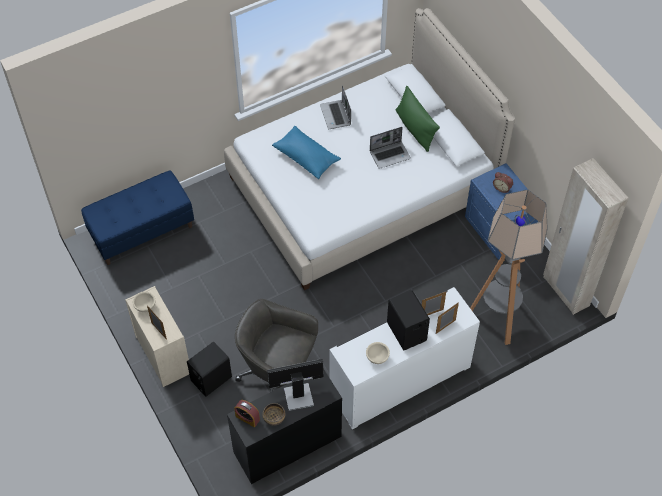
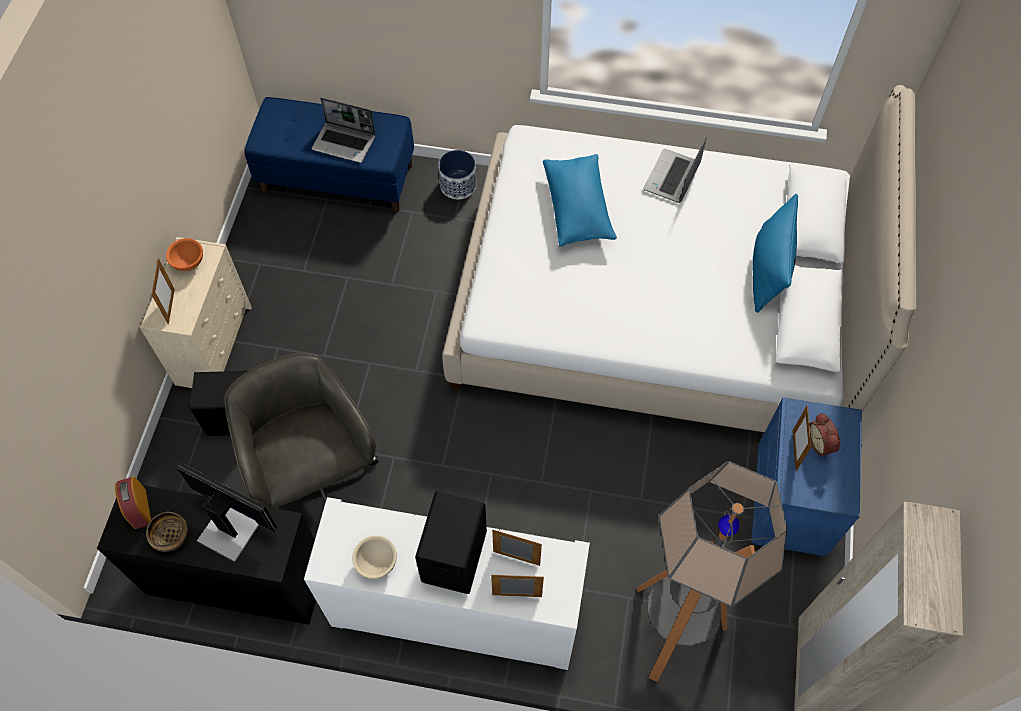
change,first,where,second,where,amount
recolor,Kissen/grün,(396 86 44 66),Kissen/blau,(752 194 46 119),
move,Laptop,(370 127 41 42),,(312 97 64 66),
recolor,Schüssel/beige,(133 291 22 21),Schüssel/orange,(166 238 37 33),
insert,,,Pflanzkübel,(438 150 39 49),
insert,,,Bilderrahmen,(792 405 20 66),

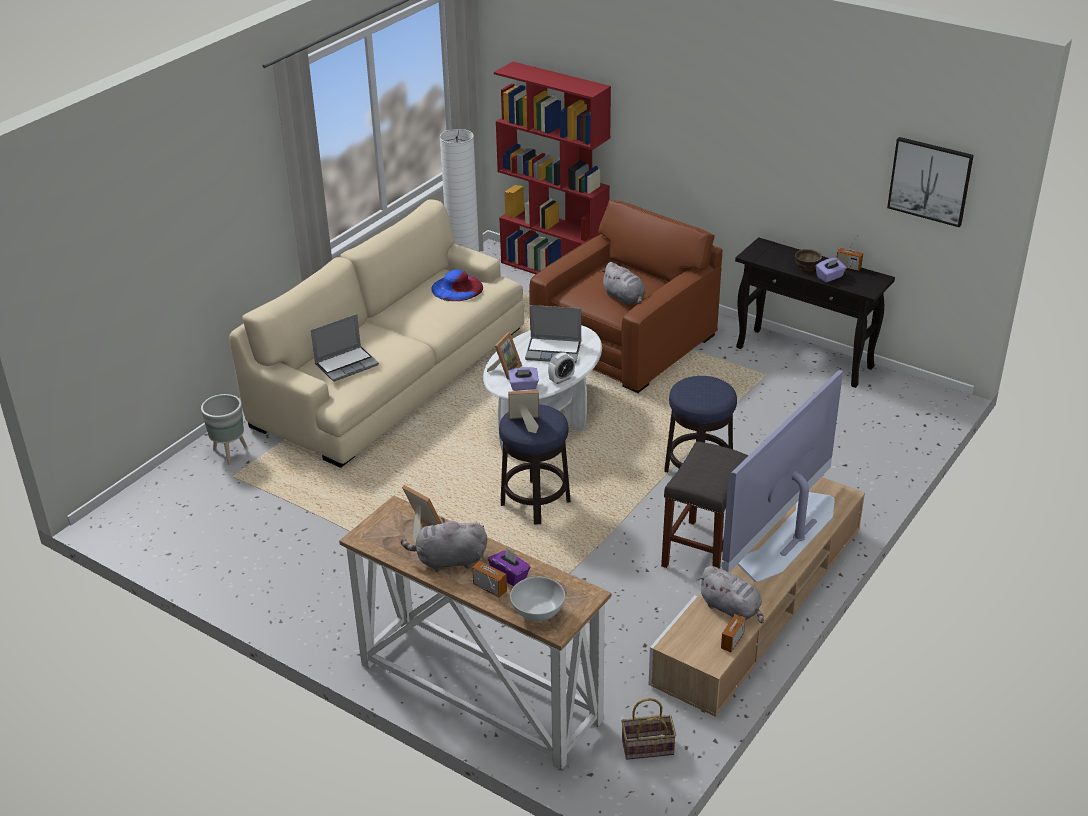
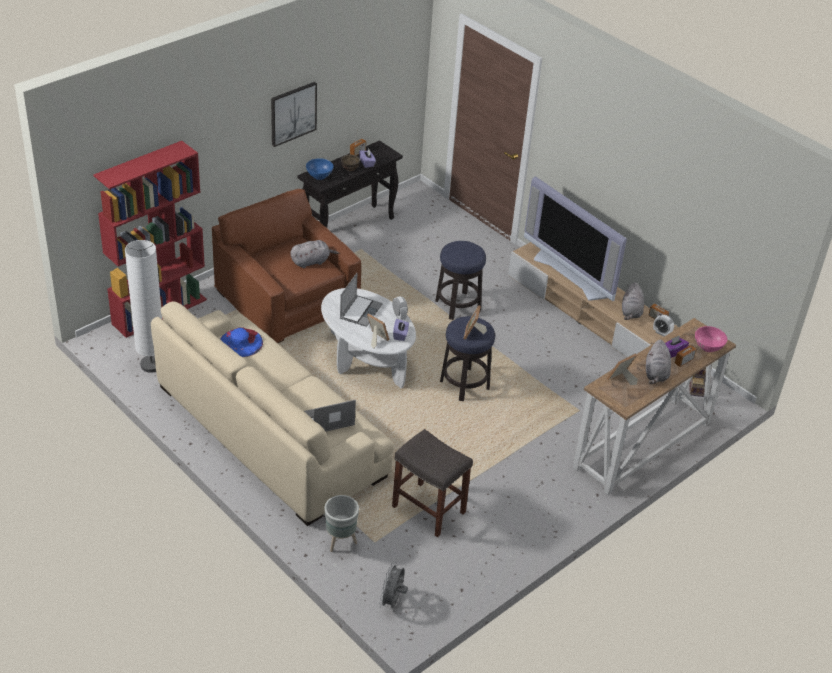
change,first,where,second,where,amount
move,Bild,(887 137 87 90),,(271 82 46 65),
rotate,Laptop,(311 314 68 68),,(304 400 52 32),90 degrees counterclockwise
move,Hocker/grau,(661 441 88 128),,(392 429 81 108),
rotate,Plüschtier/grau,(698 566 66 57),,(622 282 22 38),135 degrees clockwise
recolor,Schüssel/weiß,(510 577 55 45),Schüssel/rosa,(695 326 32 26),
insert,,,Schüssel/blau,(306 158 28 22),
insert,,,Wecker,(653 315 21 22),
insert,,,Ventilator/grau,(379 562 29 46),

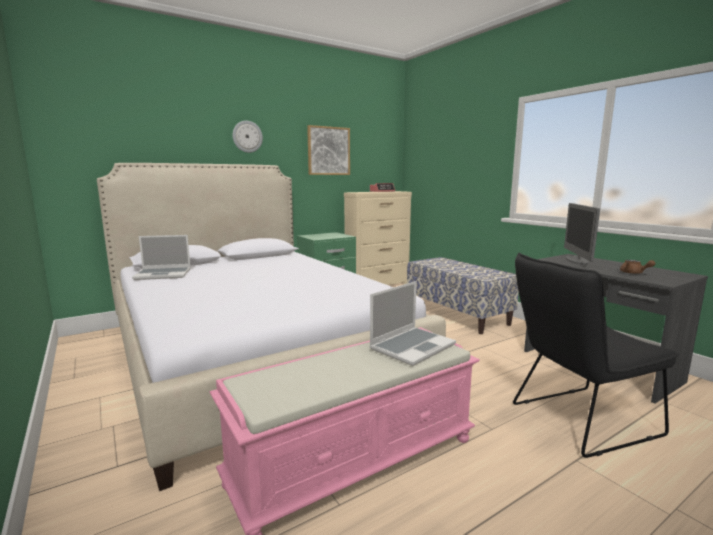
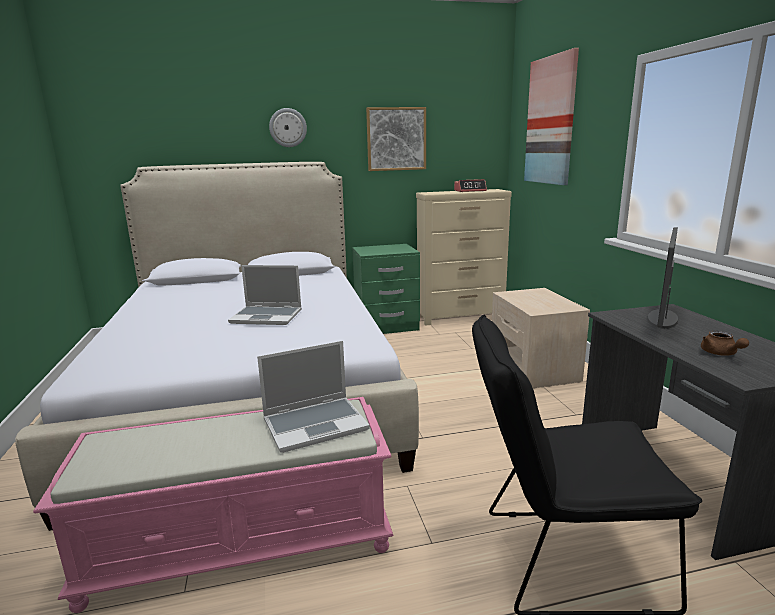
change,first,where,second,where,amount
move,Laptop,(132 235 59 45),,(228 265 74 60),
replace,Bank,(407 257 112 77),Nachttisch/beige,(492 288 98 100),
insert,,,Bild,(524 48 55 137),

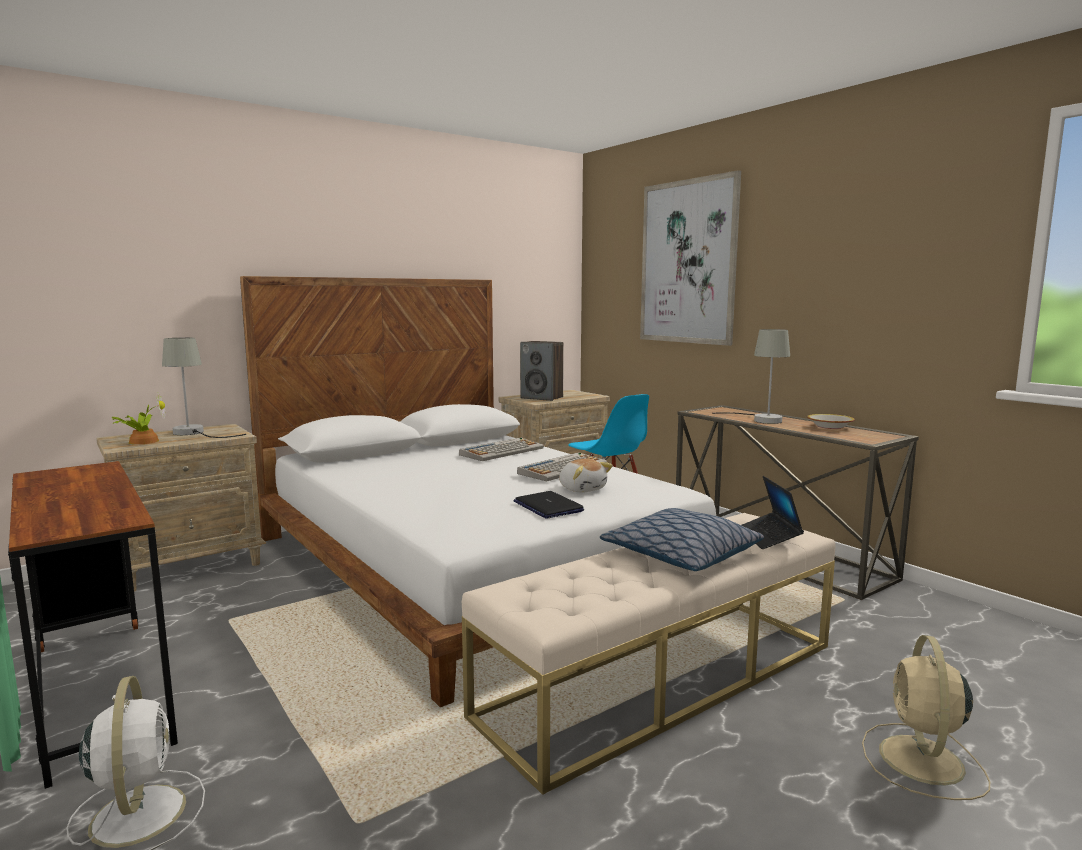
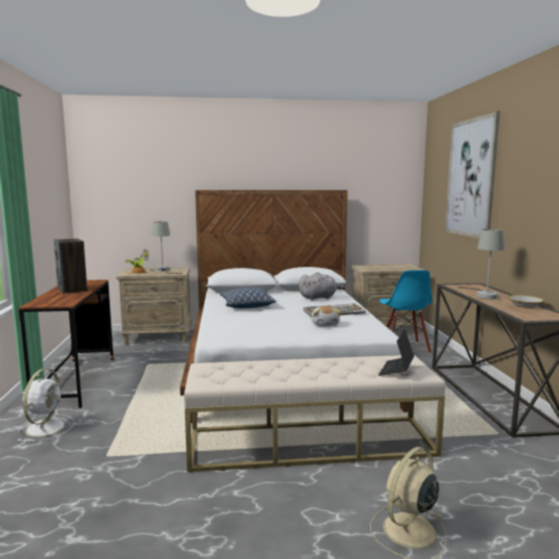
change,first,where,second,where,amount
move,Lautsprecher,(520 341 44 60),,(54 239 33 55),
replace,Tastatur,(459 437 85 24),Plüschtier/grau,(299 272 46 28),
delete,Laptop,(513 491 71 28),,,
move,Kissen,(600 508 164 63),,(220 287 56 21),

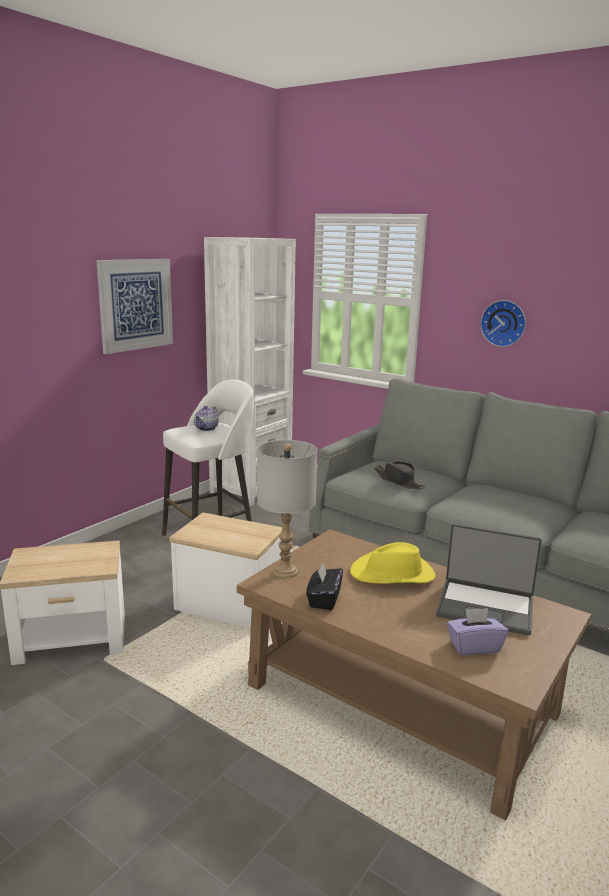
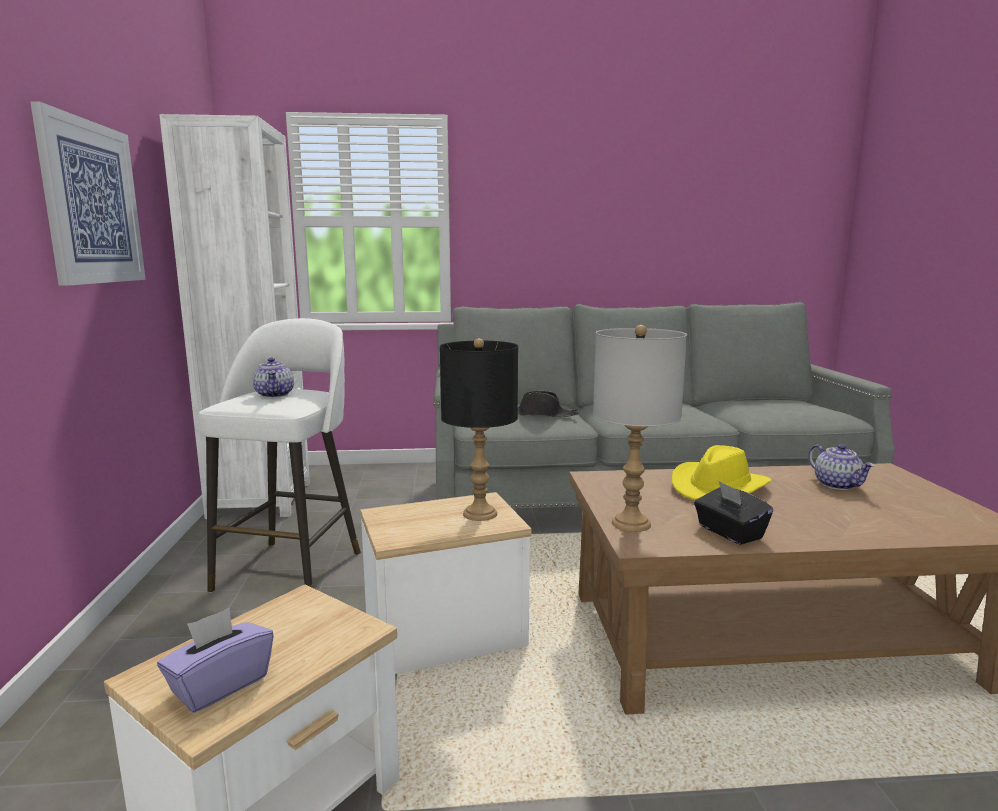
change,first,where,second,where,amount
delete,Wanduhr,(480 300 46 47),,,
replace,Laptop,(436 524 106 111),Teekanne,(808 444 67 46),
move,Taschentuchbox/lila,(447 608 61 47),,(157 608 117 105),
insert,,,Tischlampe/schwarz,(440 338 78 183),

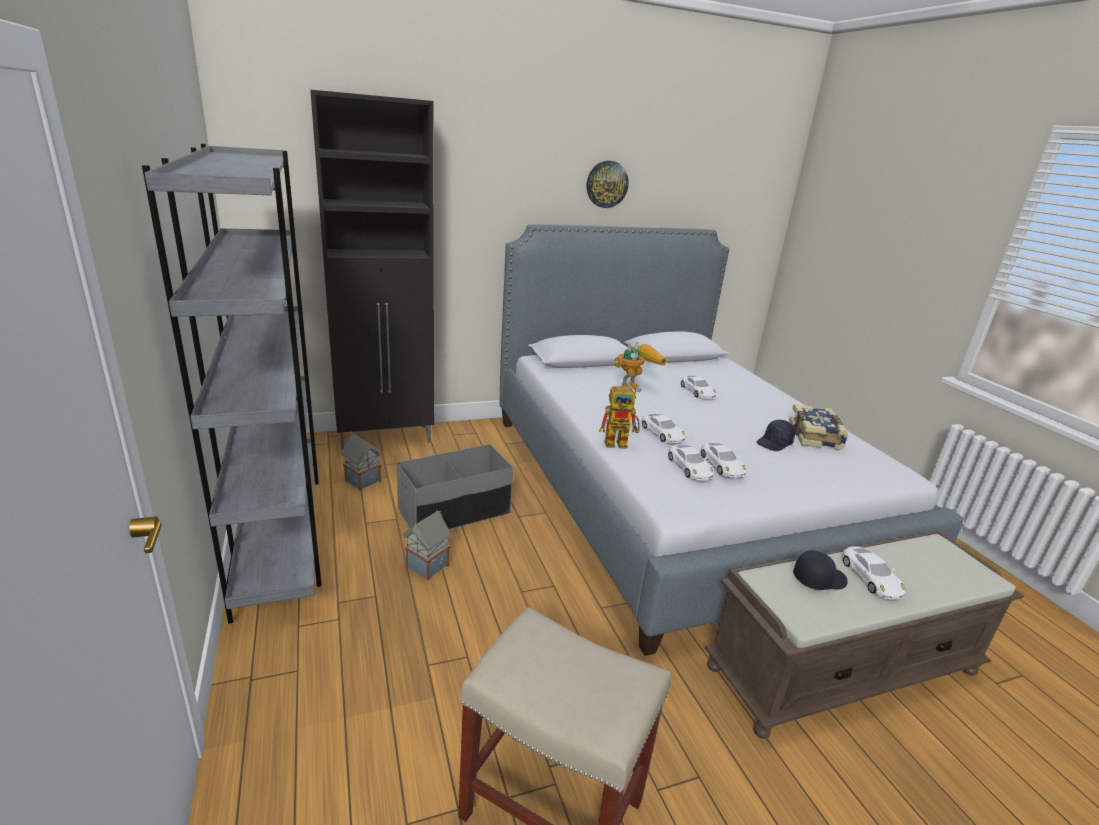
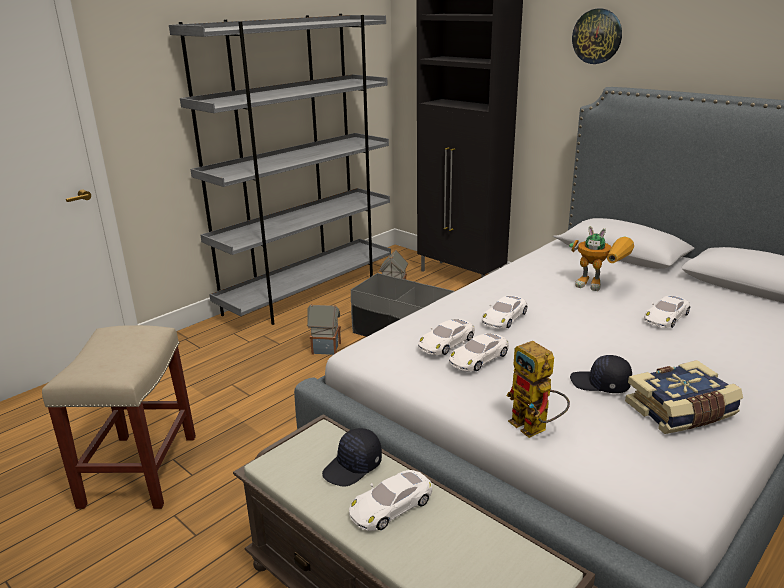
change,first,where,second,where,amount
move,Wanduhr,(587 161 42 47),,(572 9 50 55),
move,Spielzeugroboter,(599 386 41 63),,(506 341 64 97),
rotate,Kappe/schwarz,(793 550 54 40),,(322 428 60 59),90 degrees clockwise

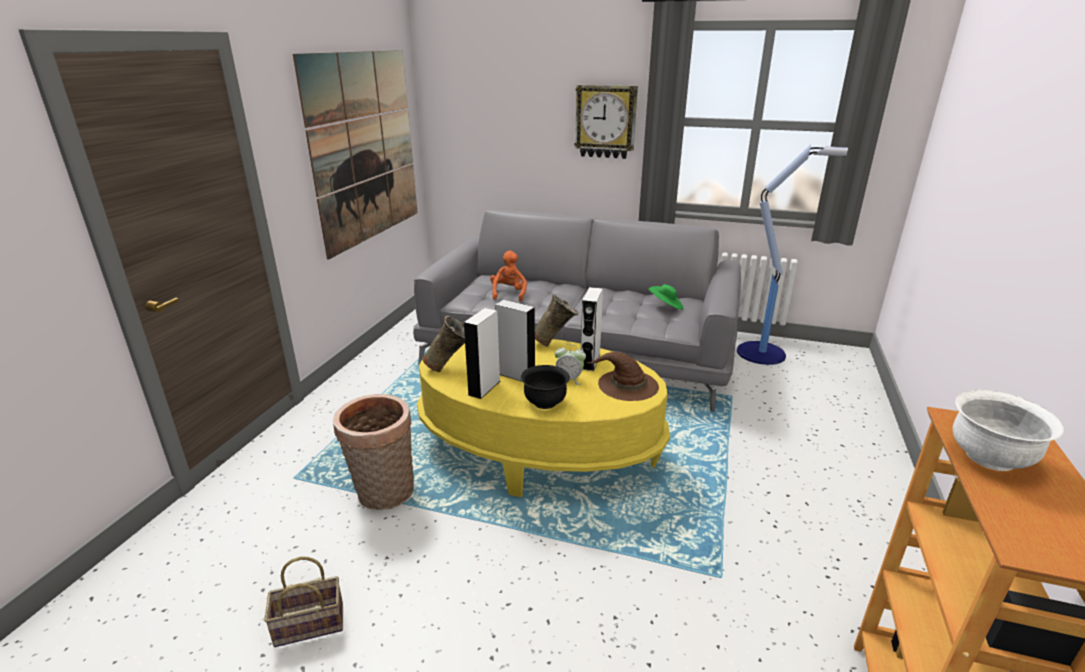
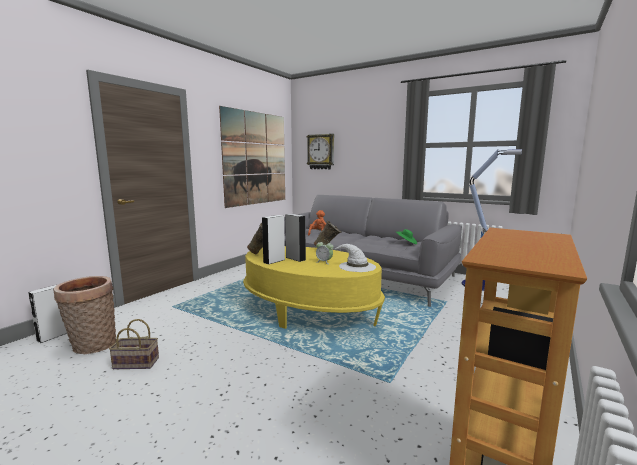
change,first,where,second,where,amount
move,Wanduhr,(574 85 64 74),,(307 134 27 35),
move,Lautsprecher/weiß,(581 287 22 84),,(28 285 39 58),
recolor,Hut/braun,(586 352 73 49),Hut/weiß,(333 244 43 28),
delete,Schüssel/schwarz,(521 365 49 44),,,
delete,Schüssel/weiß,(953 390 111 81),,,
move,Korb,(333 394 81 116),,(53 276 63 78),

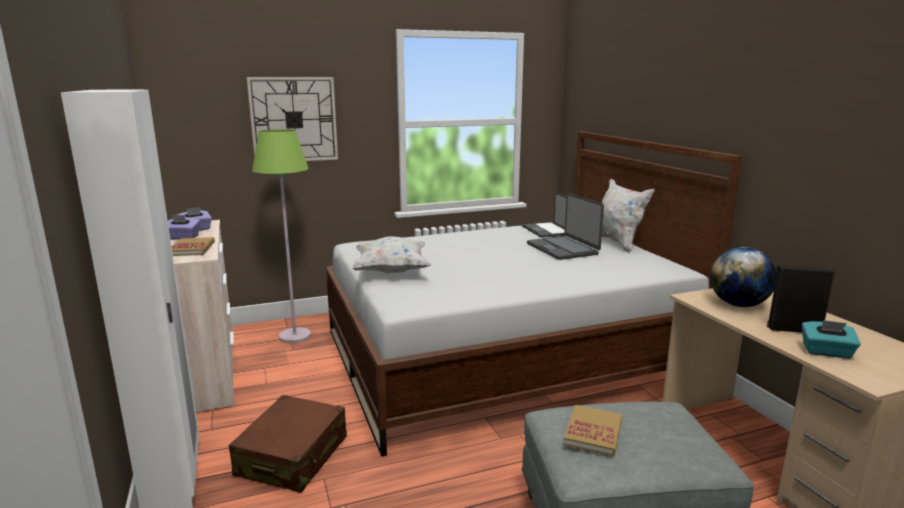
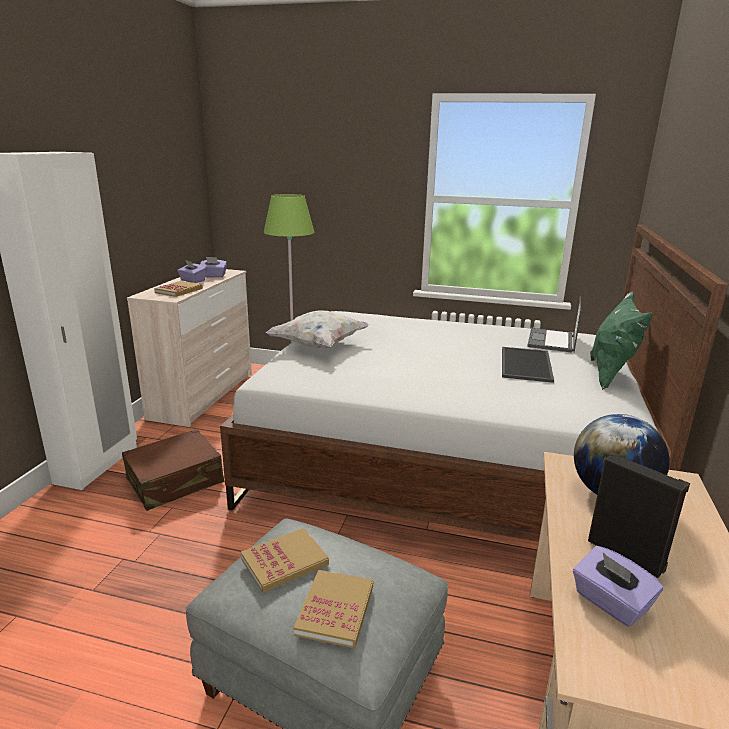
change,first,where,second,where,amount
delete,Wanduhr,(247 77 91 84),,,
recolor,Kissen/weiß,(602 179 53 74),Kissen/grün,(590 291 62 99),
replace,Laptop,(527 193 77 67),Tablett,(502 347 52 36),
recolor,Taschentuchbox/türkis,(802 320 59 39),Taschentuchbox/lila,(573 546 90 81),
insert,,,Buch,(293 570 80 78),

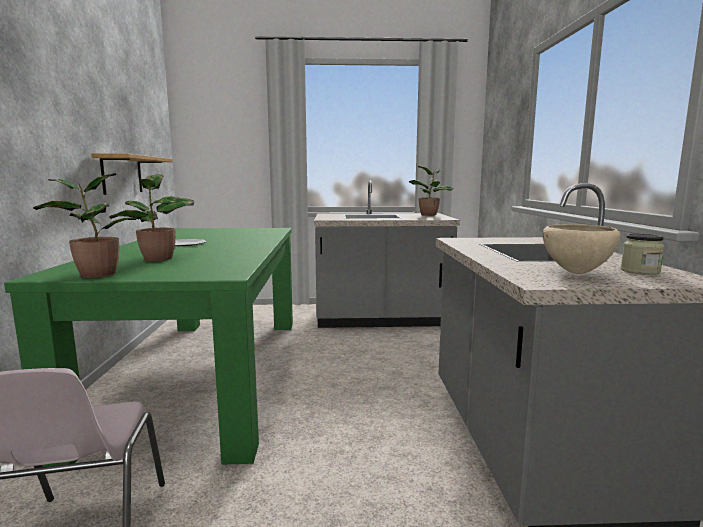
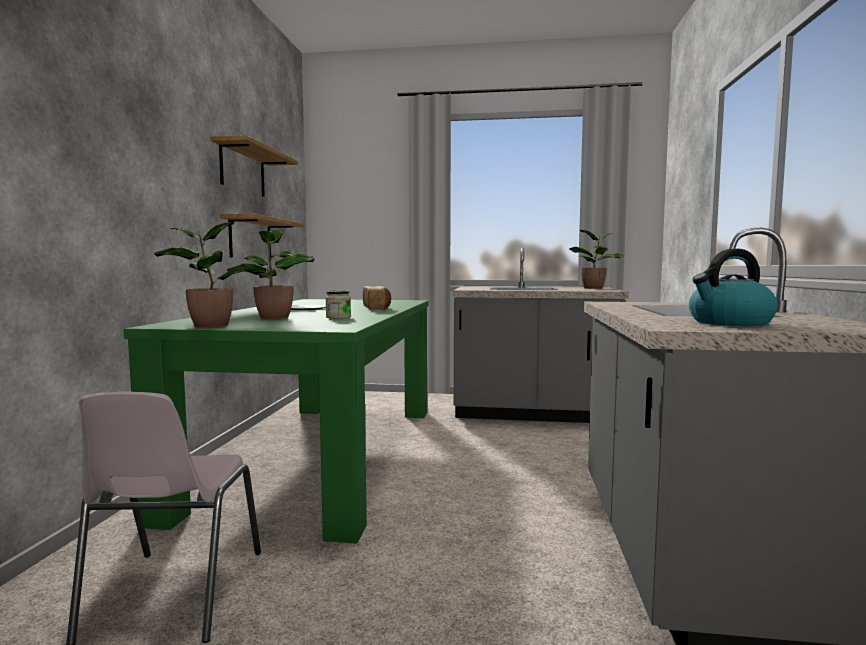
change,first,where,second,where,amount
replace,Schüssel/beige,(543 224 78 50),Wasserkessel,(689 249 89 77),
move,Vorratsglas,(621 234 44 41),,(326 290 25 29),
insert,,,Wandregal,(210 135 88 62),
insert,,,Brot,(363 286 28 24),

